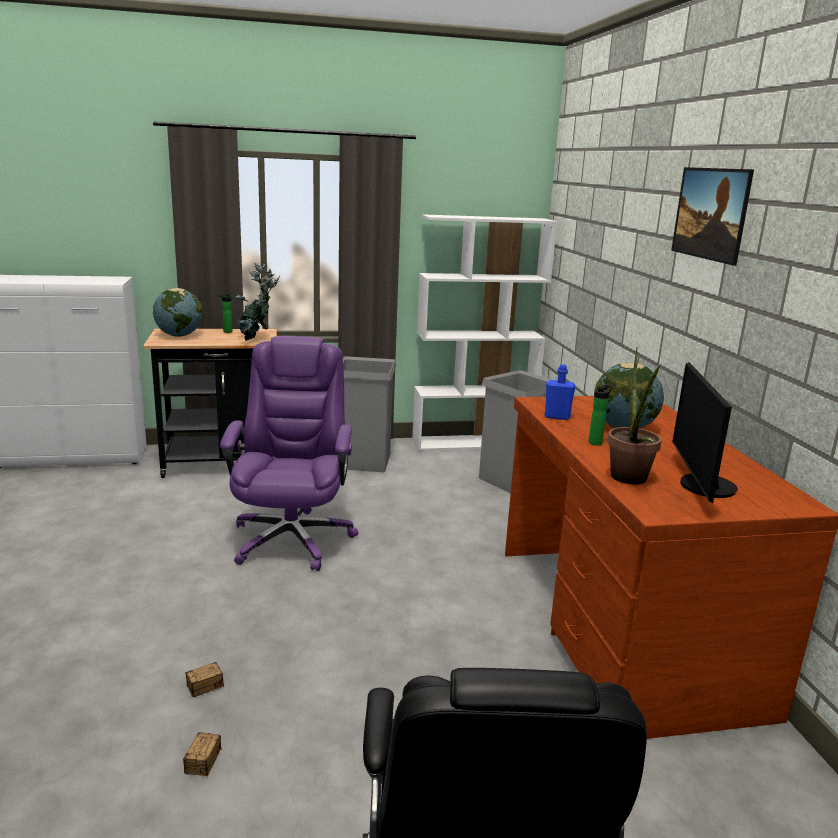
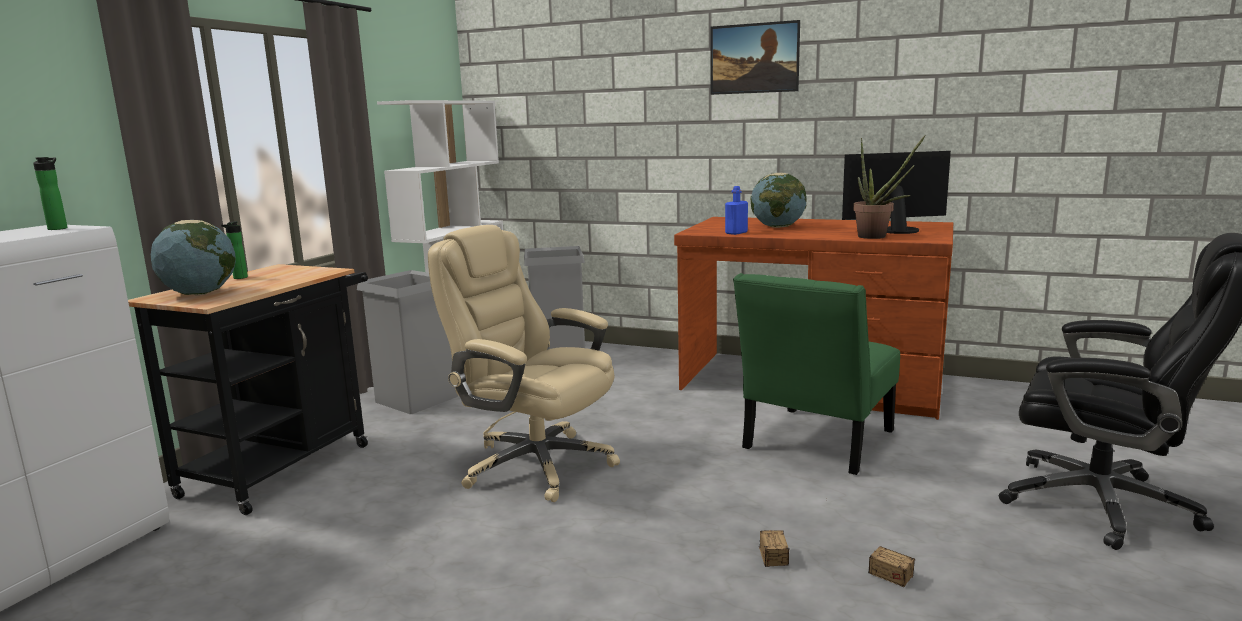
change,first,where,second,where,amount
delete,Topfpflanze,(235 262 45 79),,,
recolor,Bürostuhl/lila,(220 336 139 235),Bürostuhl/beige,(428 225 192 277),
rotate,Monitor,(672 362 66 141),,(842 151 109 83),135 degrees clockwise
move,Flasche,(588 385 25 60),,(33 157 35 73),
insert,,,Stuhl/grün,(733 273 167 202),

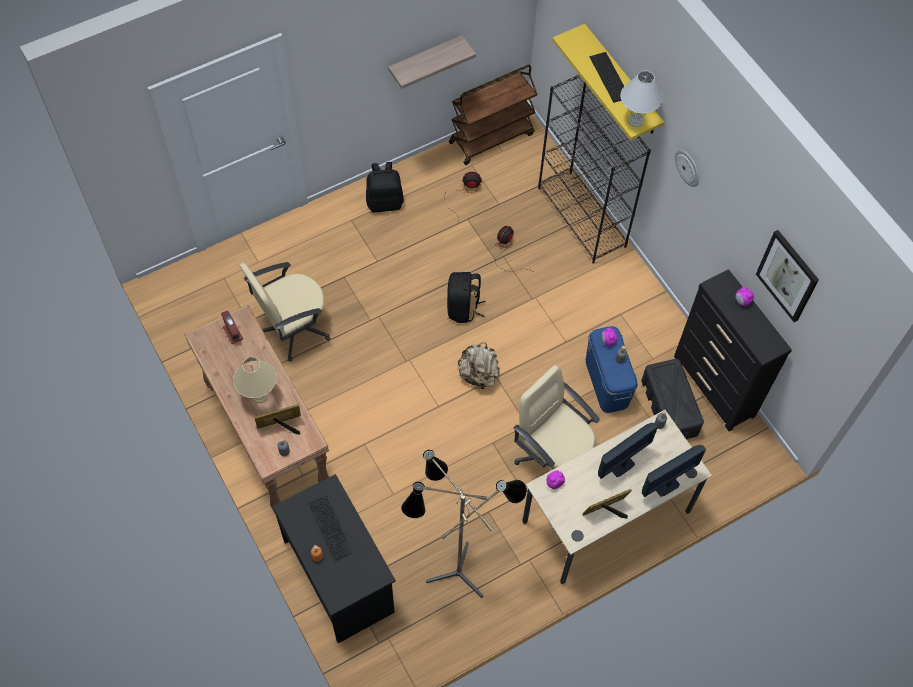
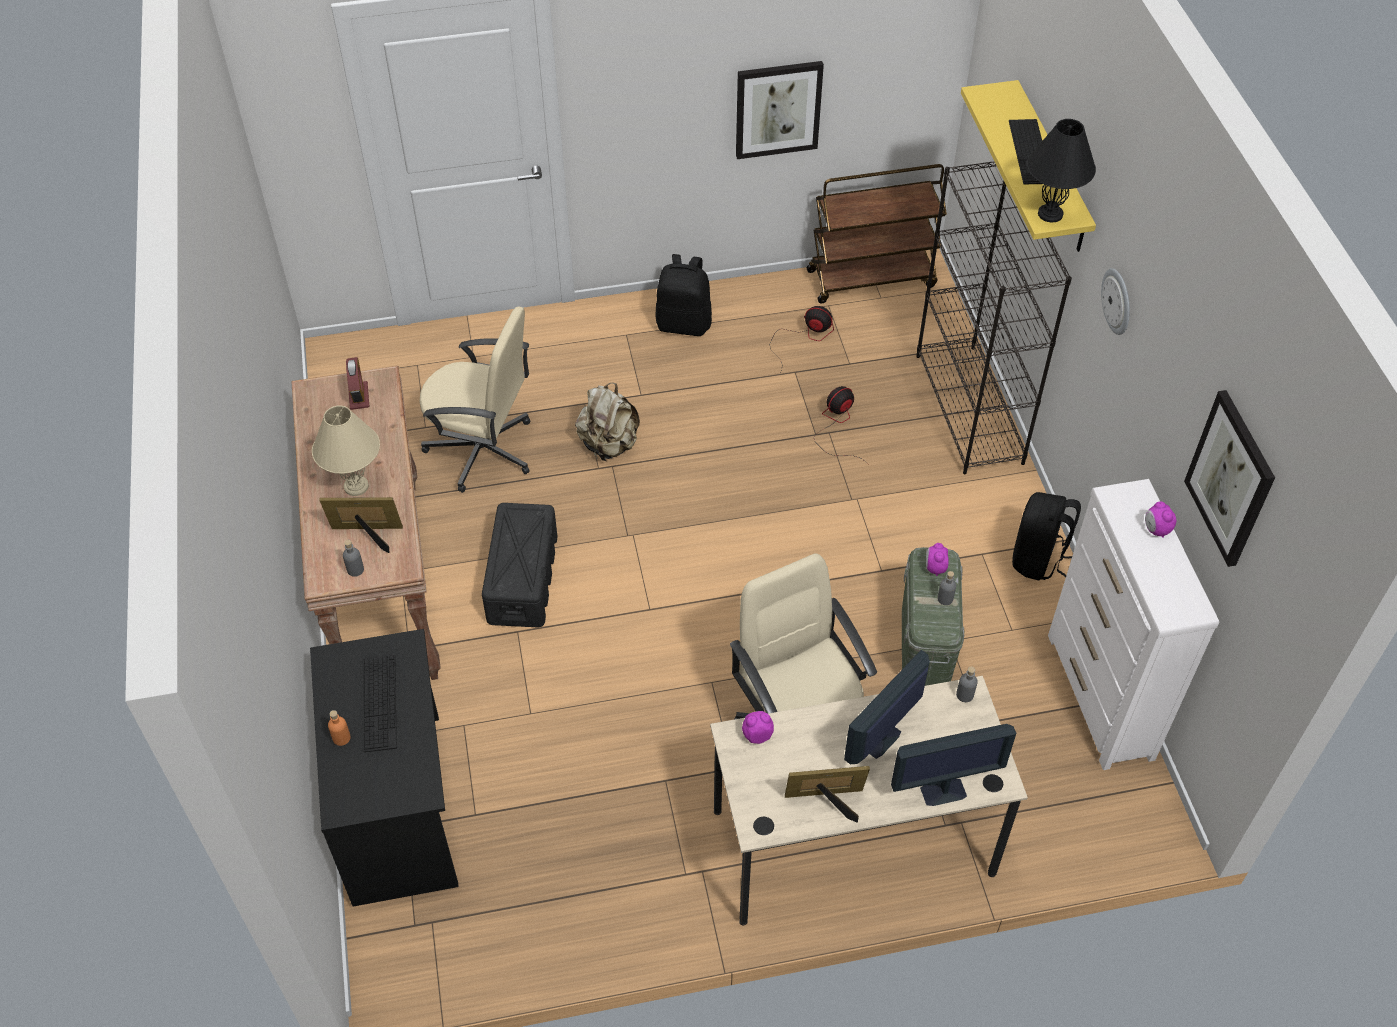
change,first,where,second,where,amount
replace,Wandregal,(388 35 88 54),Bild,(736 61 88 98),
recolor,Tischlampe/weiß,(621 70 41 57),Tischlampe/schwarz,(1027 119 69 104),
rotate,Bürostuhl/beige,(239 262 91 100),,(420 306 110 187),150 degrees counterclockwise
recolor,Kommode/schwarz,(674 269 118 162),Kommode/weiß,(1048 479 171 291),
move,Rucksack/schwarz,(447 272 39 51),,(1012 492 69 88),
recolor,Aufbewahrungsbox/blau,(586 326 52 87),Aufbewahrungsbox/grün,(902 547 62 139),
move,Rucksack/beige,(458 343 42 47),,(575 383 65 78),
move,Aufbewahrungsbox/schwarz,(641 359 63 80),,(482 503 75 124),
rotate,Monitor,(598 423 60 56),,(844 650 86 114),150 degrees clockwise
delete,Stehlampe,(401 450 126 148),,,

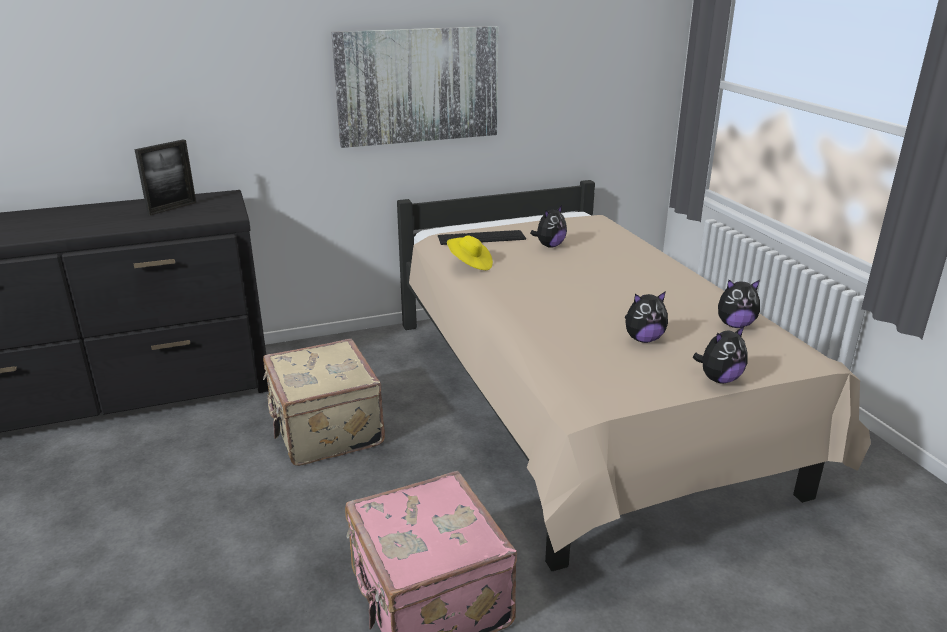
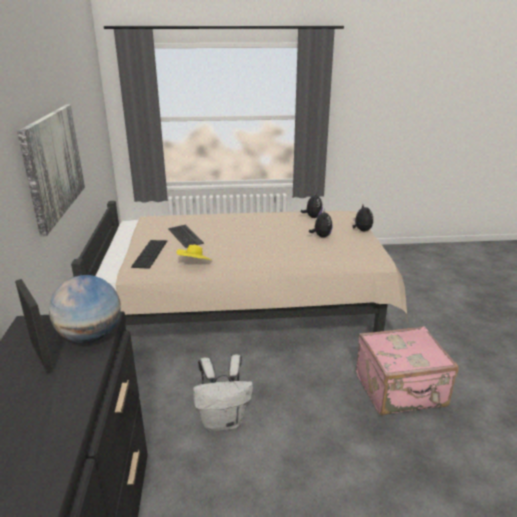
change,first,where,second,where,amount
replace,Plüschtier,(530 205 37 43),Tastatur,(168 225 36 23),
replace,Koffer/beige,(263 339 122 127),Rucksack/weiß,(193 355 60 76),
insert,,,Globus,(49 275 72 68),

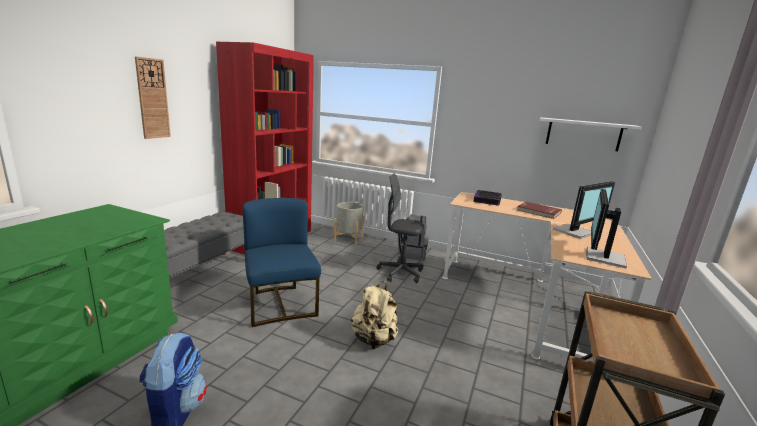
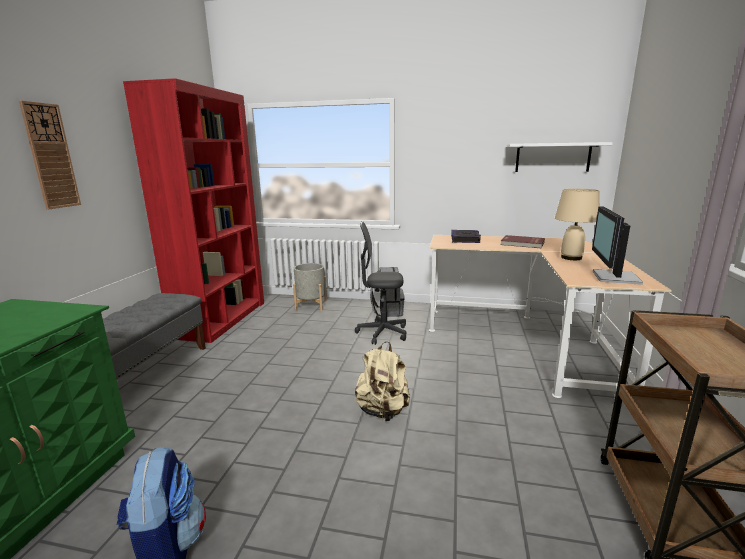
change,first,where,second,where,amount
replace,Monitor,(553 181 62 58),Tischlampe/beige,(555 189 45 71),
delete,Stuhl/blau,(242 198 79 129),,,

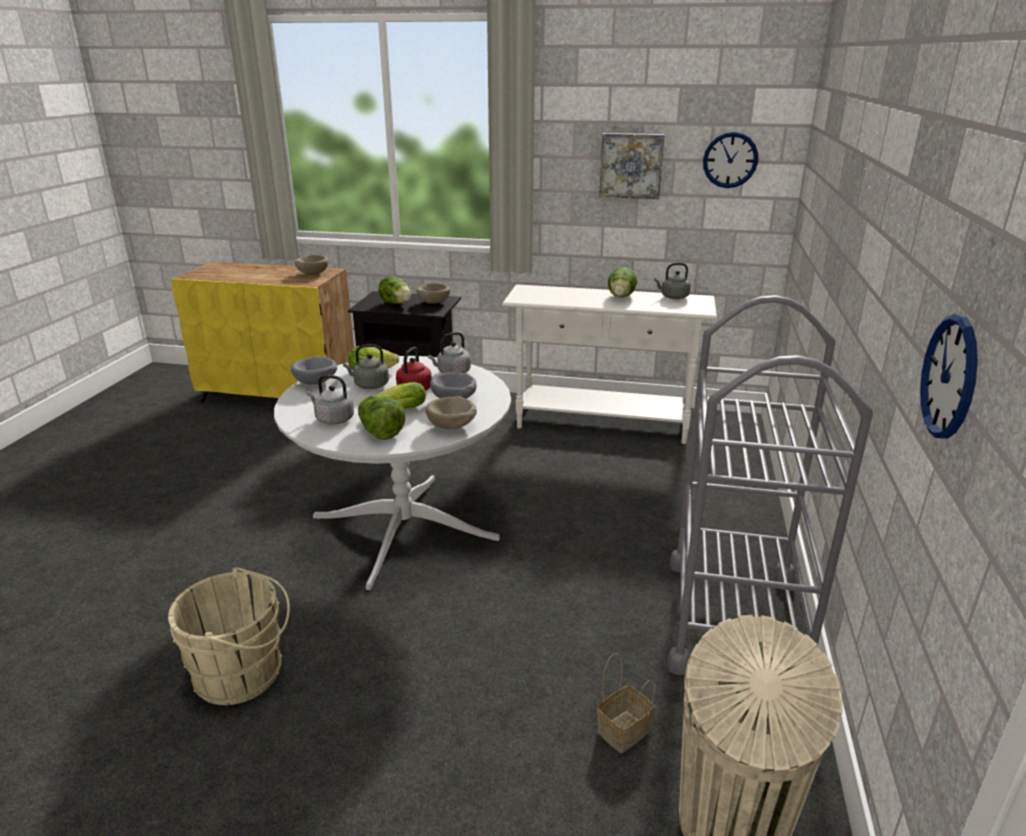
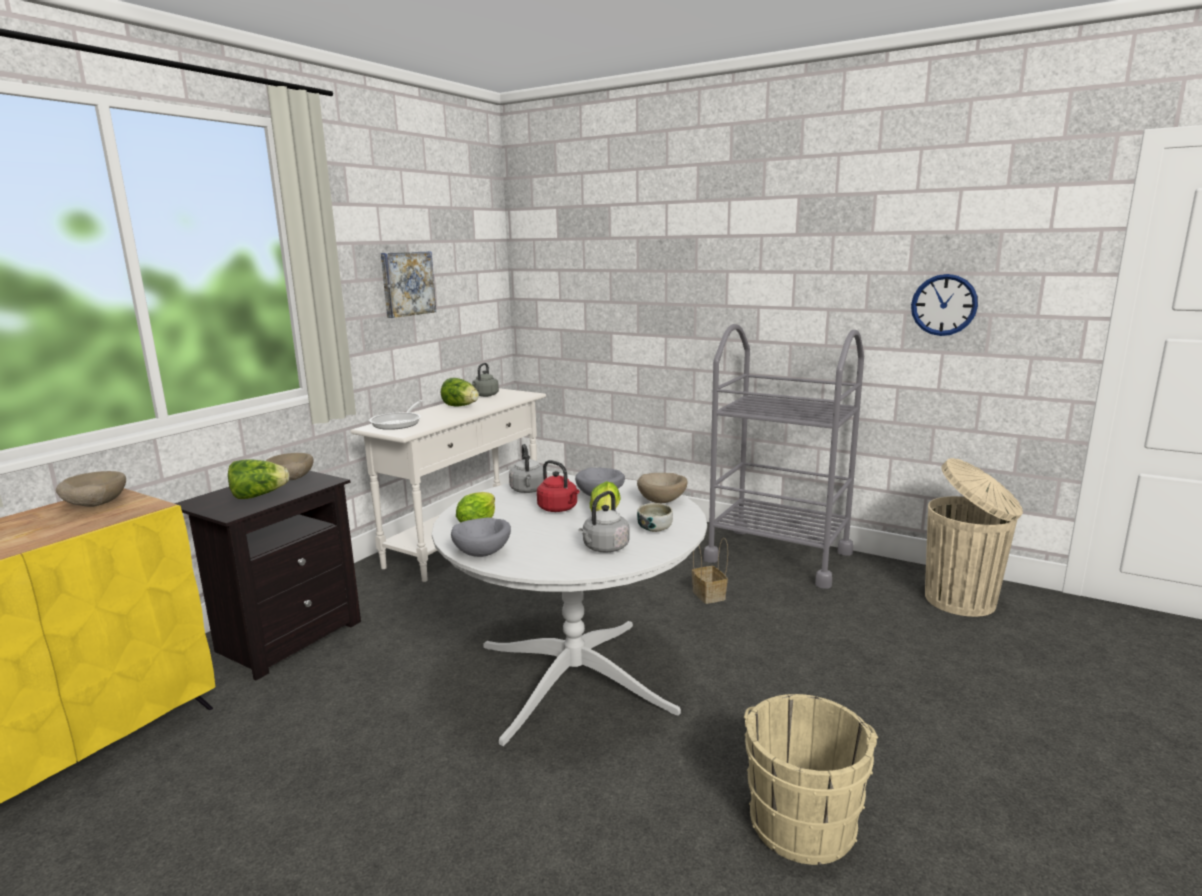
change,first,where,second,where,amount
delete,Wanduhr,(703 132 55 56),,,
delete,Wasserkessel/grau,(343 344 46 45),,,
replace,Salatkopf,(358 395 47 45),Schüssel,(637 503 36 29),
move,Korb,(597 653 58 100),,(692 538 36 66),
insert,,,Pfanne,(369 400 54 30),

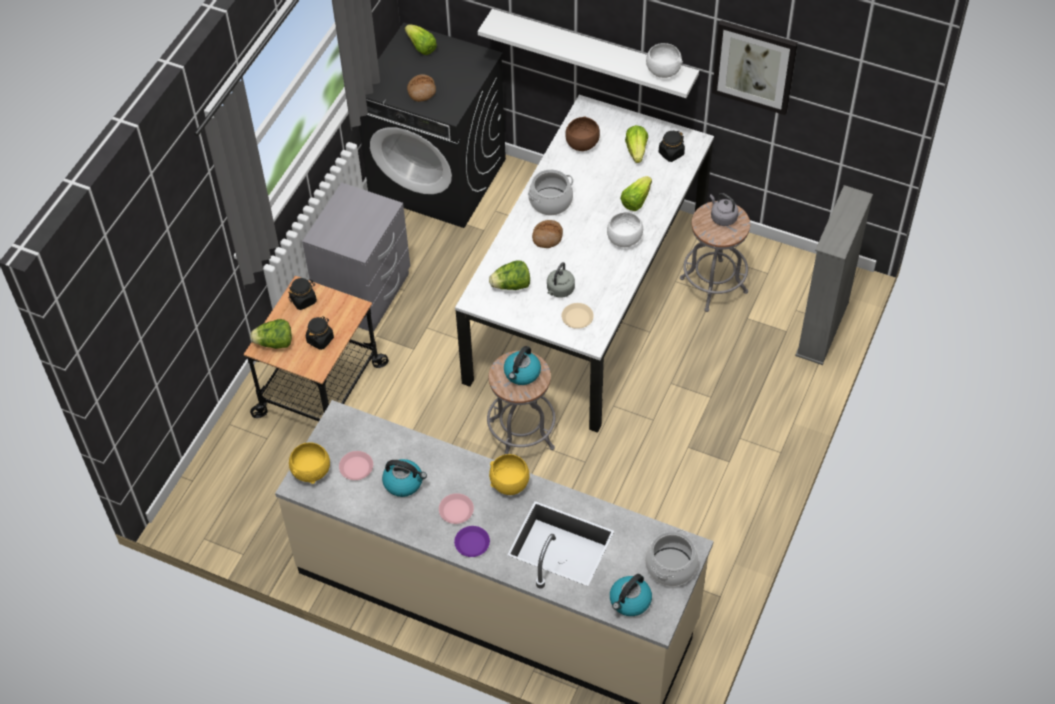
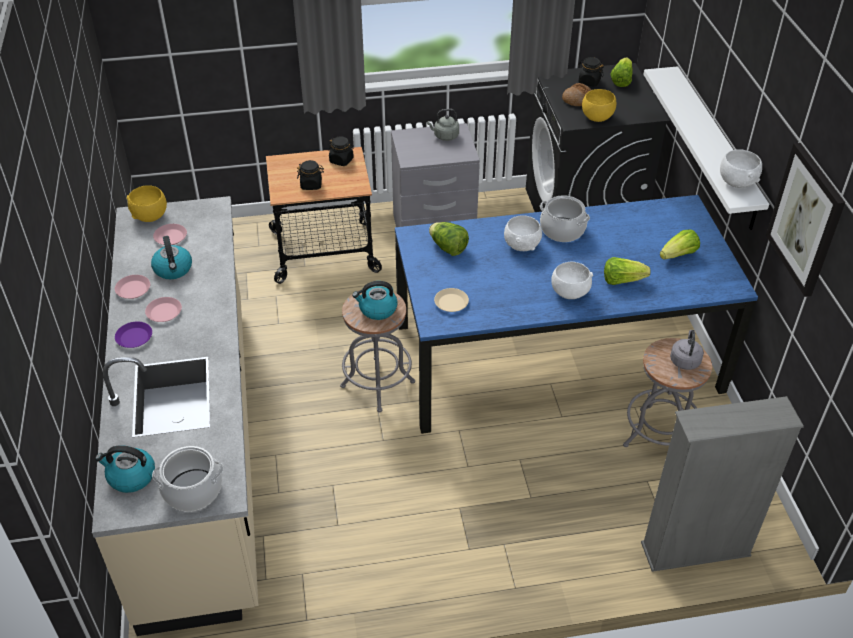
change,first,where,second,where,amount
recolor,Esstisch/weiß,(455 95 259 338),Esstisch/blau,(395 195 363 239),
delete,Schüssel/braun,(565 116 35 35),,,
move,Vorratsglas/schwarz,(659 131 26 31),,(578 57 26 30),
replace,Brot,(532 220 31 28),Schüssel/weiß,(504 215 38 36),
move,Wasserkessel/grau,(547 262 28 36),,(427 109 32 32),
delete,Salatkopf,(250 319 42 30),,,
move,Schüssel/gelb,(489 454 41 41),,(582 89 34 33),
insert,,,Teller/rosa,(115 275 35 24),

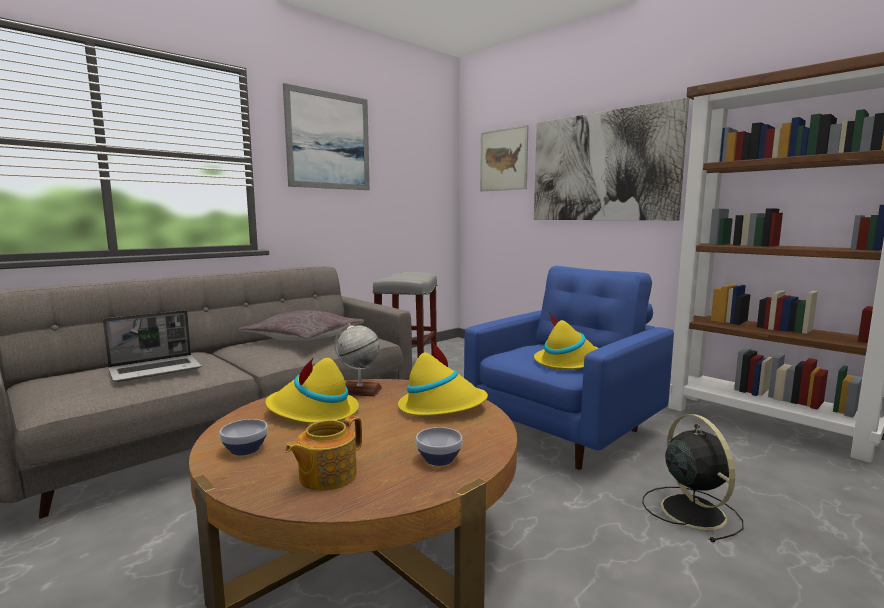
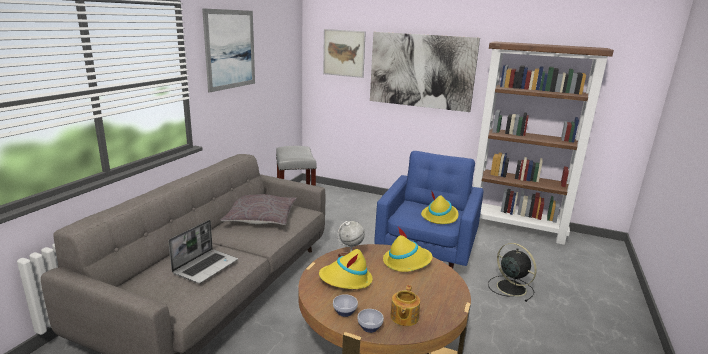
change,first,where,second,where,amount
move,Schüssel,(416 427 47 39),,(358 309 26 24),

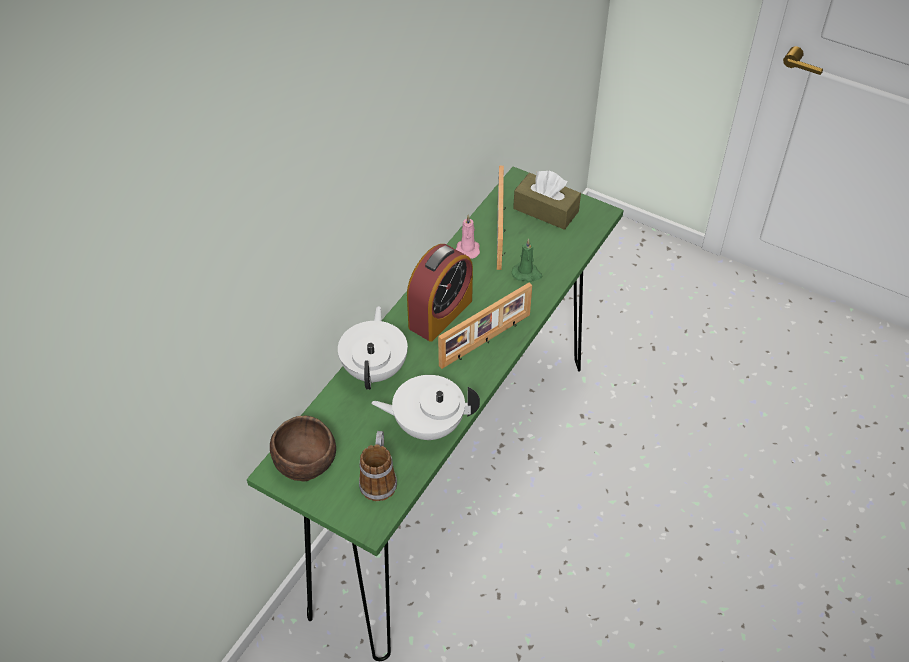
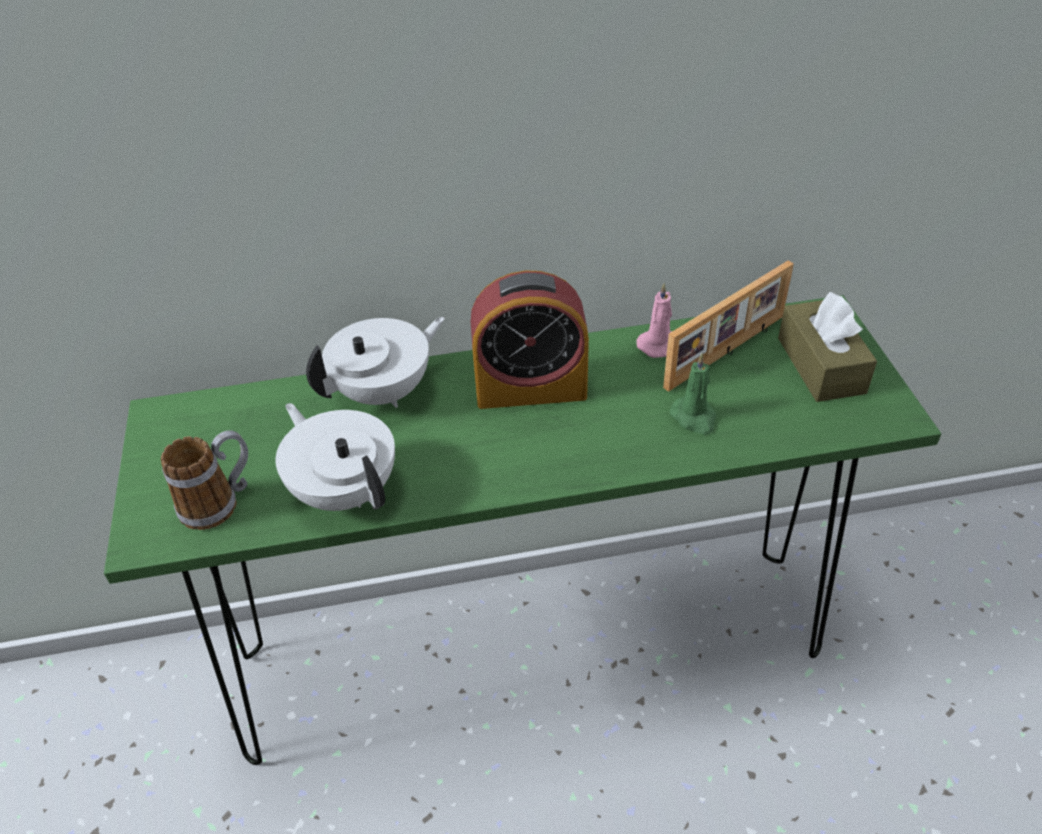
change,first,where,second,where,amount
delete,Bilderrahmen,(438 283 94 86),,,
delete,Schüssel/braun,(270 416 66 66),,,

